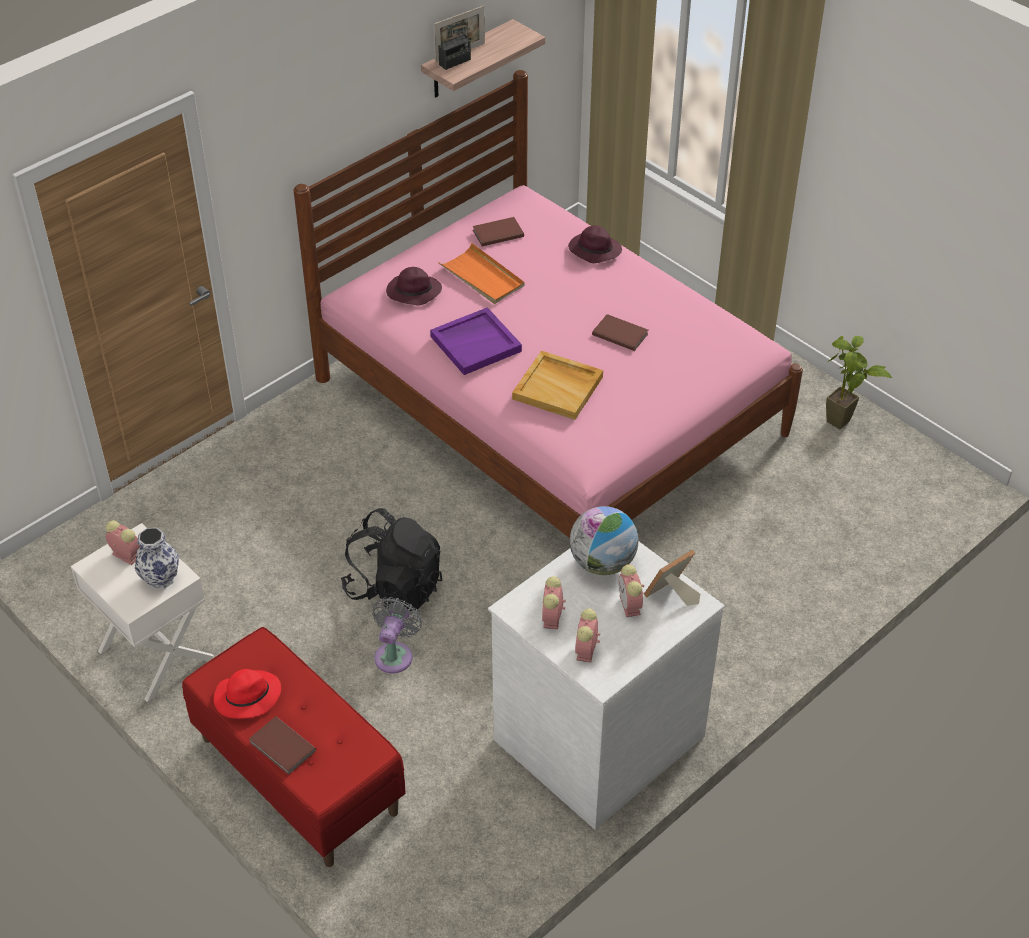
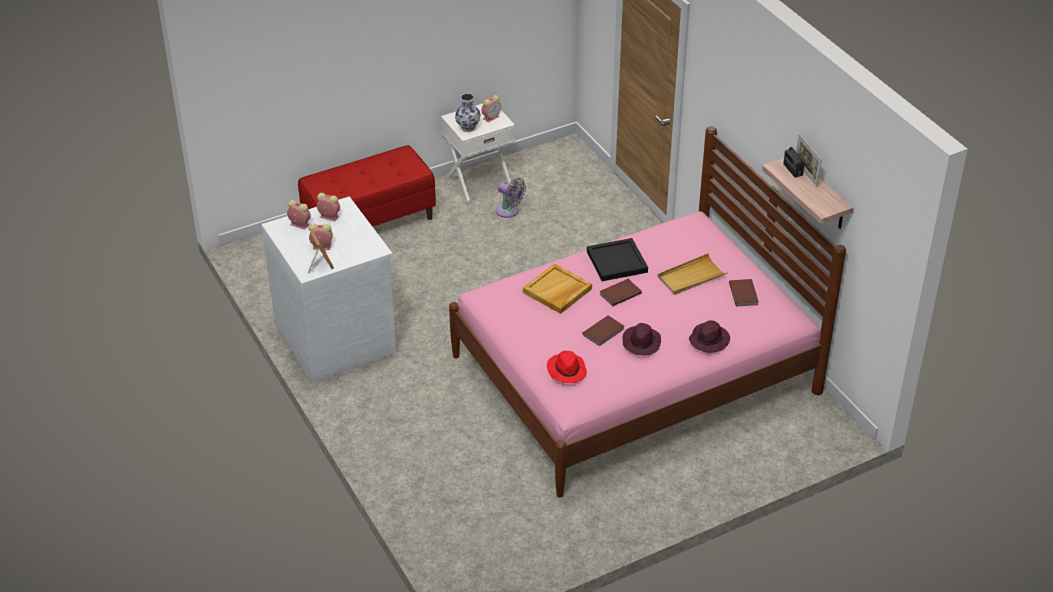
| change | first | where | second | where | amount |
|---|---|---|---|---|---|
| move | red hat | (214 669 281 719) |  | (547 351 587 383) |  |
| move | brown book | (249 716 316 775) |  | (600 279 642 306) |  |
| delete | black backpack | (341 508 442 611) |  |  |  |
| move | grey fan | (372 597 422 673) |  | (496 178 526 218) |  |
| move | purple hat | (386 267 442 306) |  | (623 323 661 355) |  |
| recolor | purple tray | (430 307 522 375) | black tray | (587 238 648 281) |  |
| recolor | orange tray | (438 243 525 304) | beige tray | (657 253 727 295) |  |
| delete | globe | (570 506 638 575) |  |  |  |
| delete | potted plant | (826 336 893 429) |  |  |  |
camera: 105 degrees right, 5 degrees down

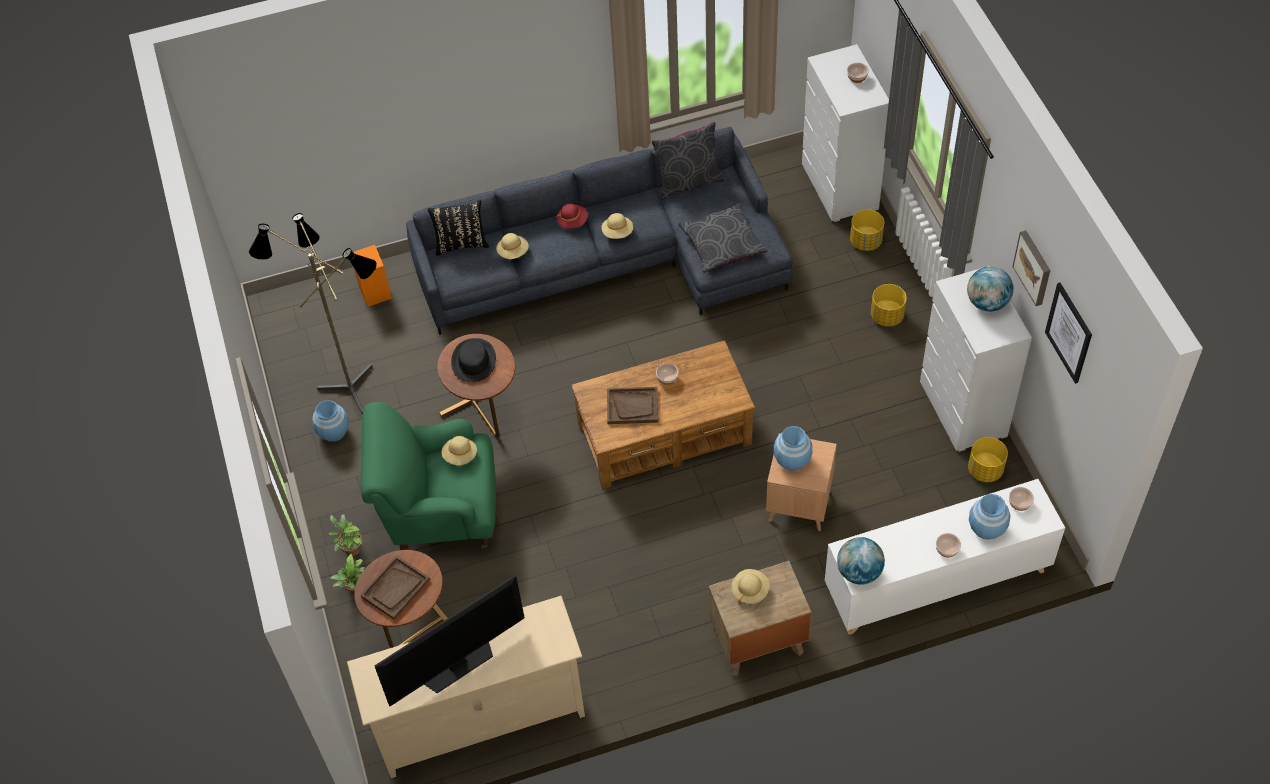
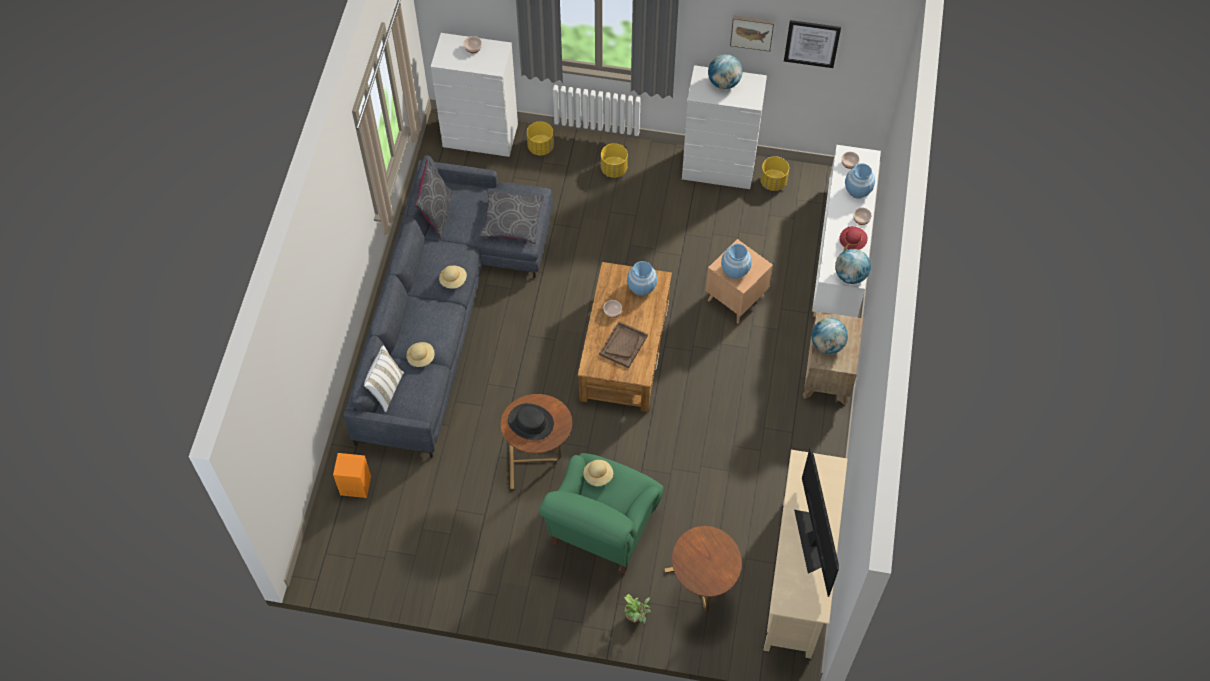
| change | first | where | second | where | amount |
|---|---|---|---|---|---|
| delete | floor lamp | (249 213 377 414) |  |  |  |
| move | blue vase | (312 400 349 442) |  | (627 261 657 296) |  |
| delete | potted plant | (329 514 362 556) |  |  |  |
| delete | brown tray | (361 555 430 620) |  |  |  |
| recolor | black pillow | (427 200 489 256) | white pillow | (364 345 404 412) |  |
| move | red hat | (557 204 588 229) |  | (839 226 868 251) |  |
| replace | beige hat | (731 569 769 605) | globe | (812 318 848 354) |  |
camera: 65 degrees left, 5 degrees up

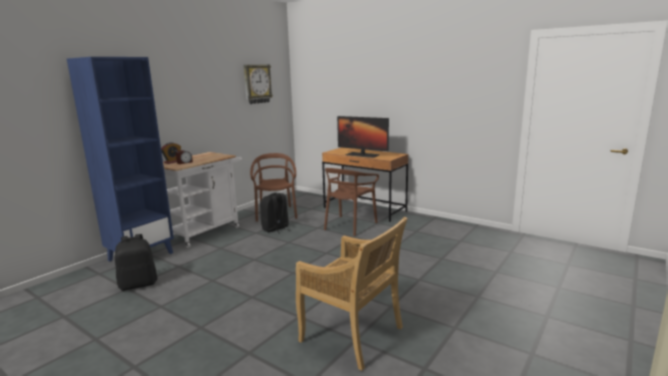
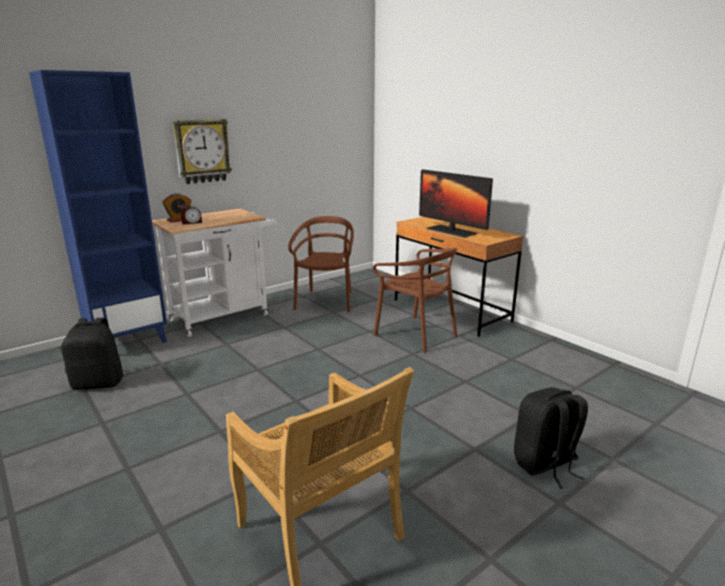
| change | first | where | second | where | amount |
|---|---|---|---|---|---|
| move | wall clock | (244 64 273 104) |  | (172 119 232 184) |  |
| move | black backpack | (260 193 289 234) |  | (514 387 588 489) |  |
| rotate | brown chair | (324 168 379 236) |  | (373 248 457 353) | 90 degrees counterclockwise |
camera: 15 degrees right, 5 degrees up

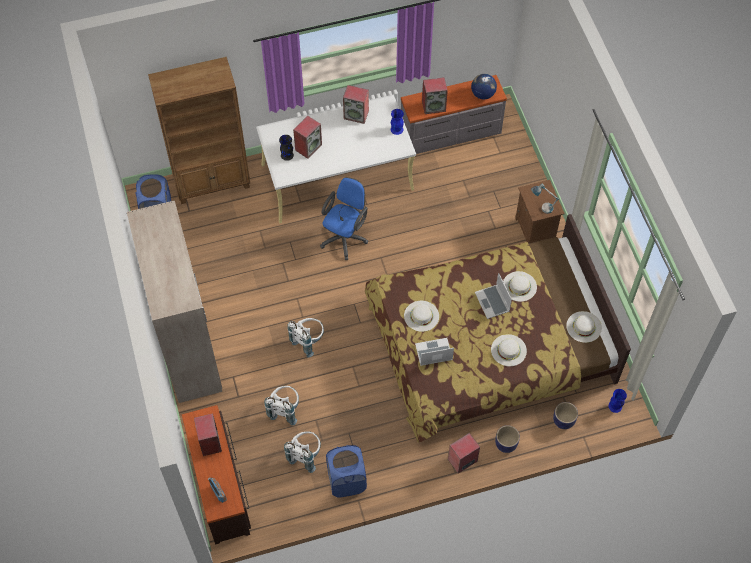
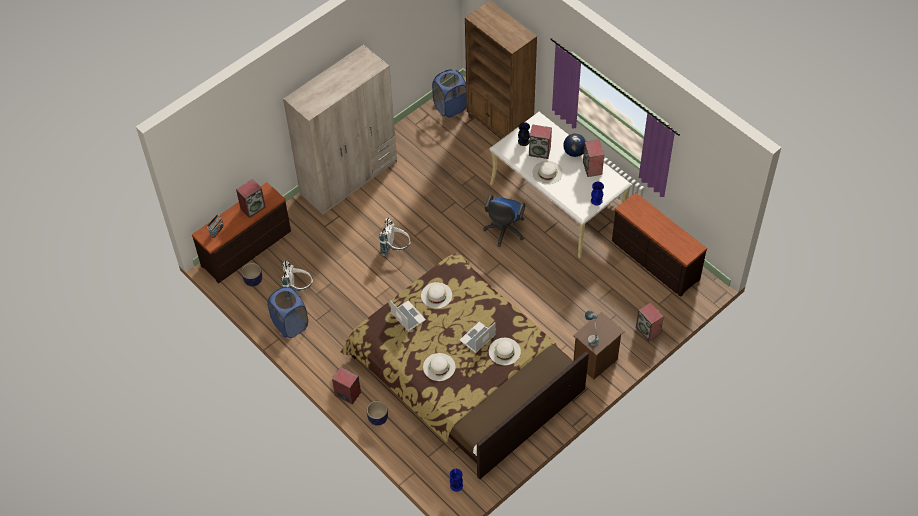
| change | first | where | second | where | amount |
|---|---|---|---|---|---|
| delete | white backpack | (265 386 299 426) |  |  |  |
| rotate | blue office chair | (320 177 368 260) |  | (483 195 525 247) | 105 degrees clockwise |
| recolor | grey dresser | (401 75 507 154) | brown dresser | (612 192 707 297) |  |
| move | speaker | (422 77 448 114) |  | (636 302 664 341) |  |
| move | globe | (471 74 497 99) |  | (563 133 586 157) |  |
| move | planter | (553 402 578 429) |  | (241 263 262 286) |  |
| move | white hat | (566 311 602 343) |  | (533 161 563 185) |  |
camera: 65 degrees right, 5 degrees down

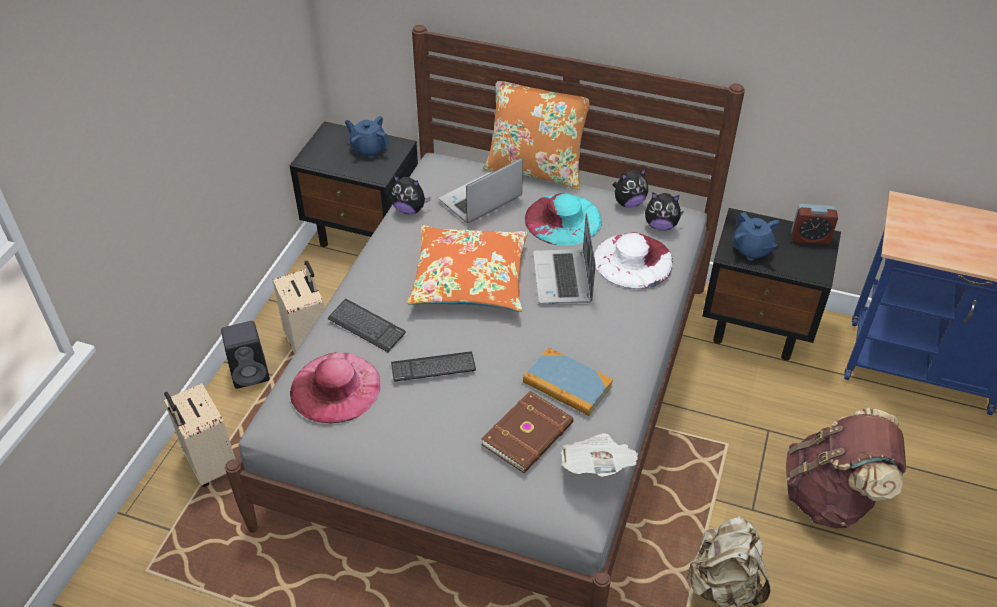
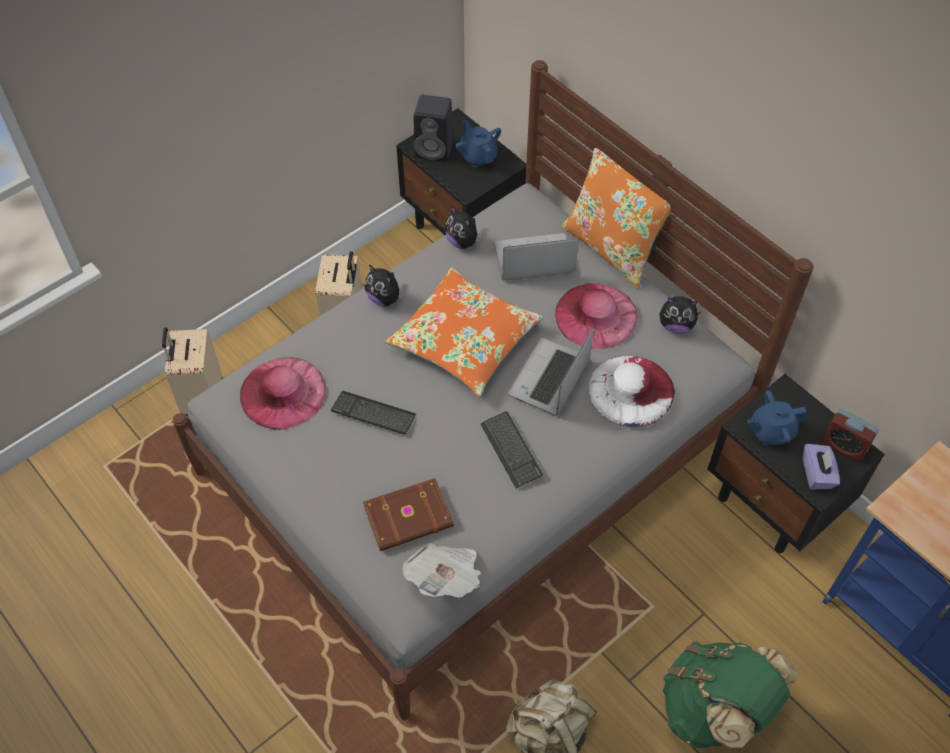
| change | first | where | second | where | amount |
|---|---|---|---|---|---|
| move | black speaker | (221 321 270 389) |  | (414 95 454 162) |  |
| move | keyboard | (327 299 406 352) |  | (481 411 543 489) |  |
| delete | book | (523 347 613 416) |  |  |  |
| recolor | turquoise hat | (525 193 602 246) | pink hat | (555 283 637 349) |  |
| move | plush toy | (645 192 684 231) |  | (365 264 406 307) |  |
| rotate | blue teapot | (733 212 780 261) |  | (747 390 807 445) | 75 degrees clockwise |
| recolor | brown backpack | (786 408 906 528) | green backpack | (663 641 799 748) |  |
| insert |  |  | purple tissue box | (803 444 840 490) |  |
camera: 30 degrees right, 10 degrees up

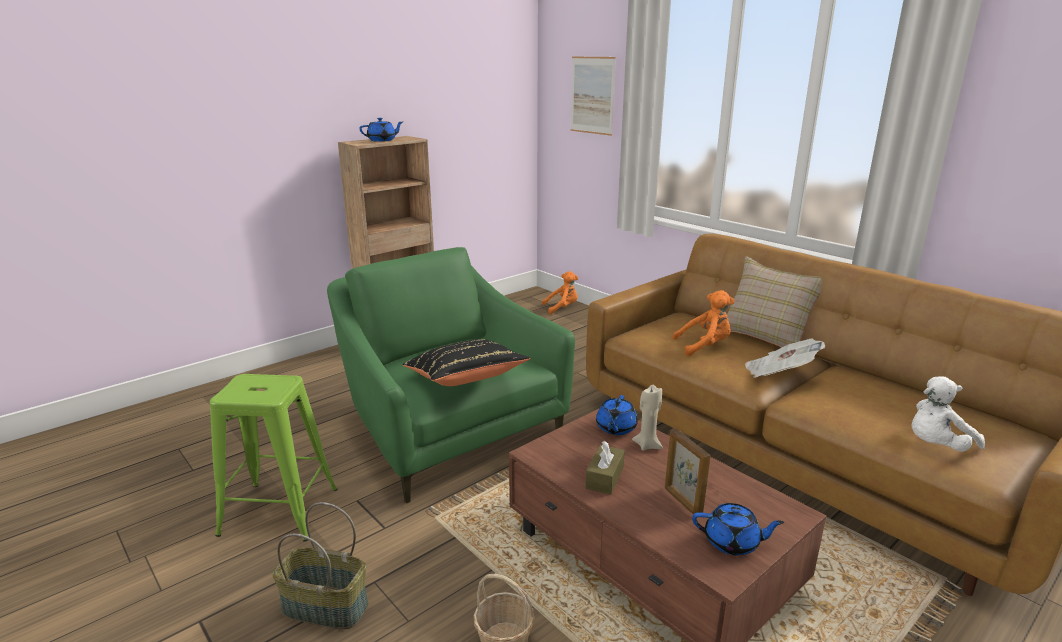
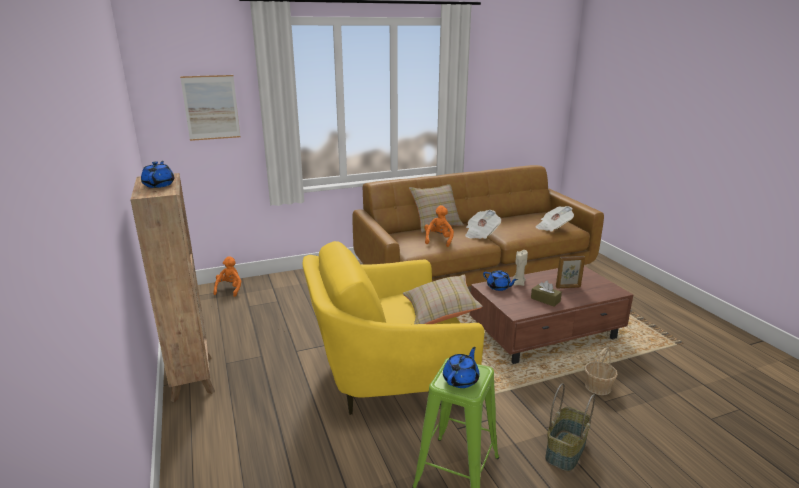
| change | first | where | second | where | amount |
|---|---|---|---|---|---|
| recolor | green armchair | (327 247 575 503) | yellow armchair | (302 241 485 415) |  |
| recolor | black pillow | (402 339 530 386) | beige pillow | (403 274 483 324) |  |
| move | blue teapot | (692 503 784 555) |  | (443 347 479 388) |  |
| replace | white plush toy | (912 376 985 452) | newspaper | (535 206 574 231) |  |
camera: 70 degrees left, 0 degrees up

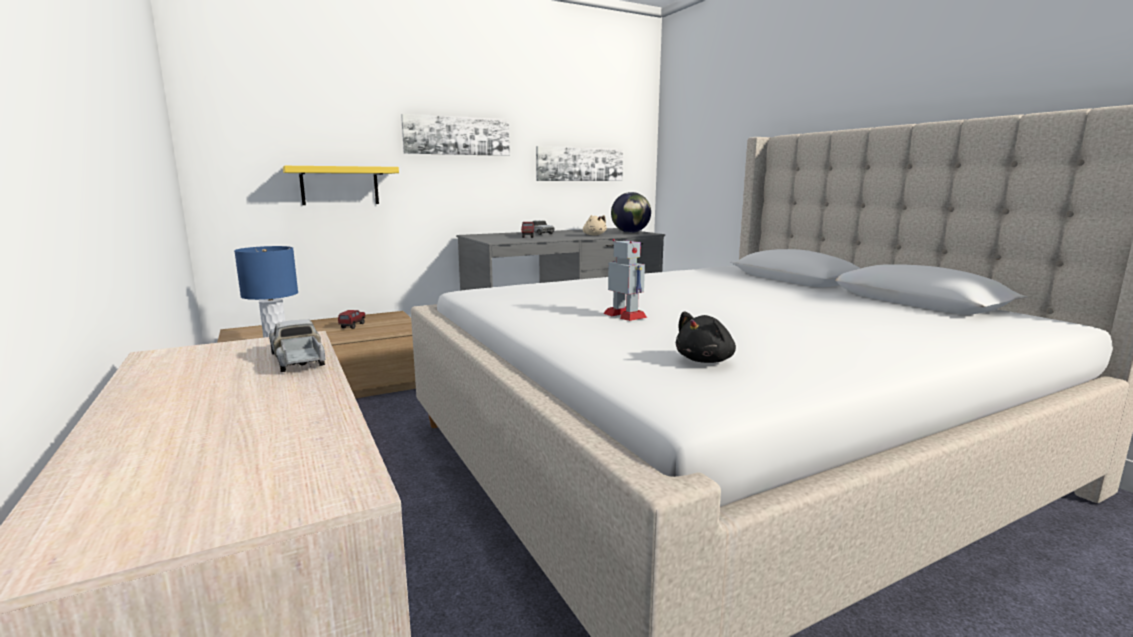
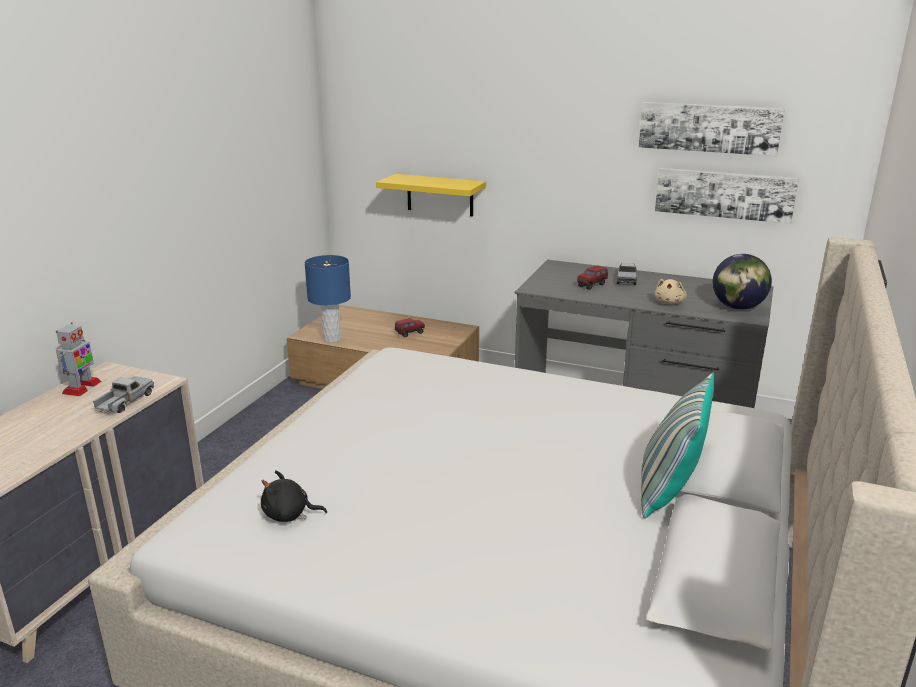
| change | first | where | second | where | amount |
|---|---|---|---|---|---|
| move | picture | (401 114 510 156) |  | (639 102 785 156) |  |
| move | toy robot | (603 239 647 321) |  | (56 322 102 396) |  |
| insert |  |  | pillow | (641 372 714 518) |  |
camera: 50 degrees right, 10 degrees up

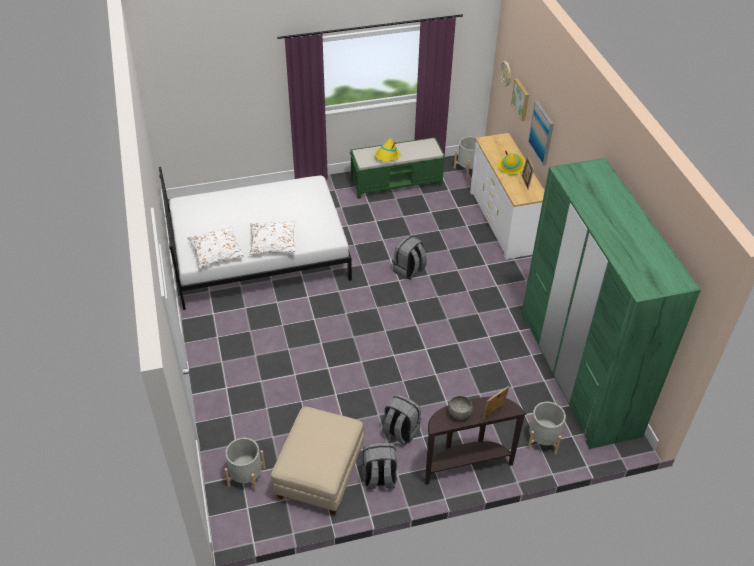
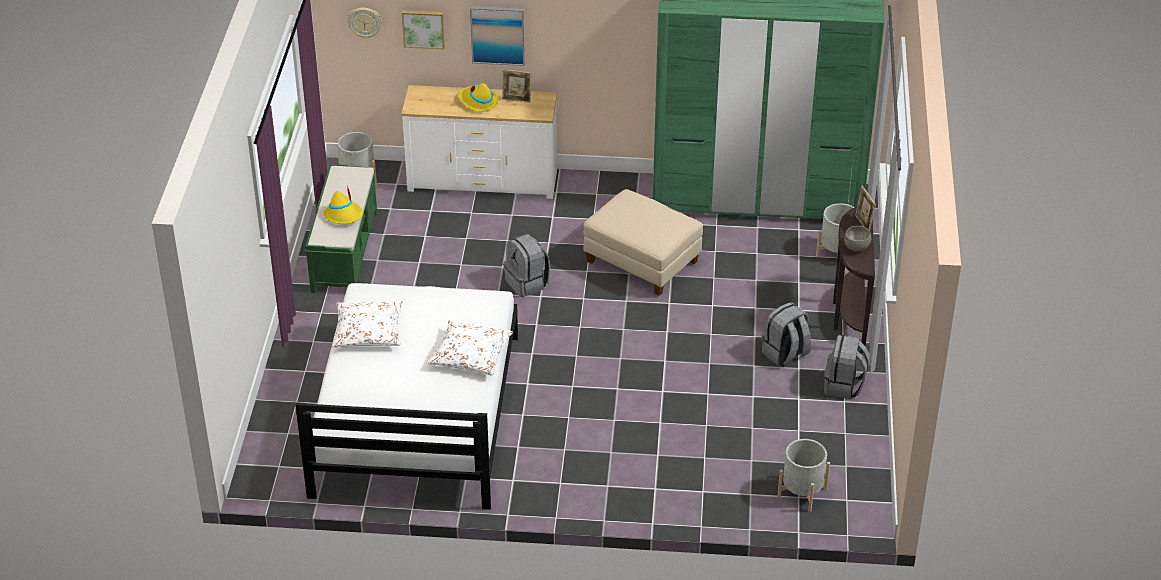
| change | first | where | second | where | amount |
|---|---|---|---|---|---|
| move | white pillow | (188 226 244 268) |  | (332 301 403 348) |  |
| move | beige ottoman | (271 406 364 514) |  | (583 189 703 296) |  |
camera: 70 degrees left, 5 degrees down

